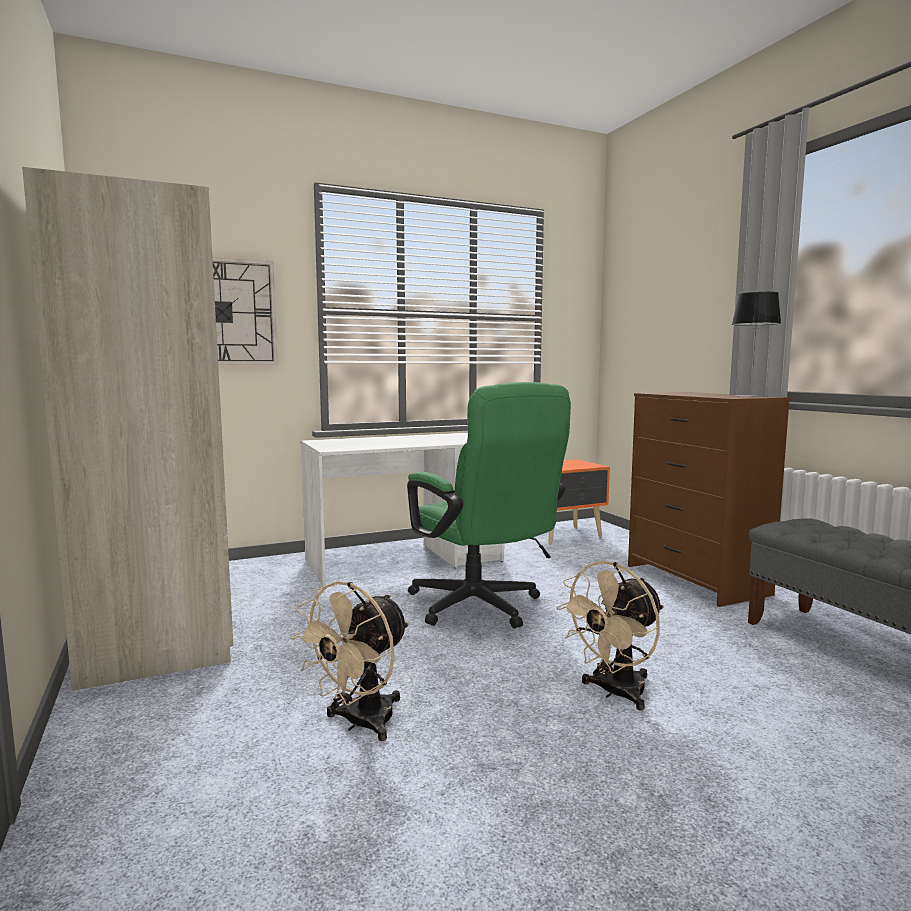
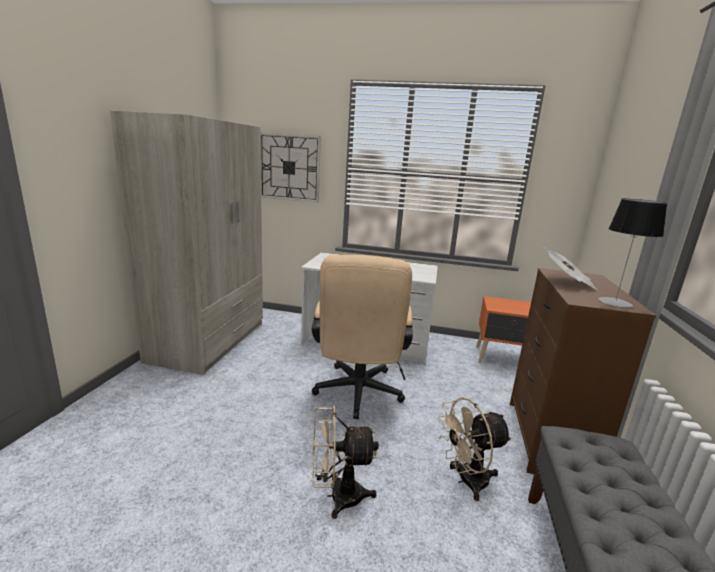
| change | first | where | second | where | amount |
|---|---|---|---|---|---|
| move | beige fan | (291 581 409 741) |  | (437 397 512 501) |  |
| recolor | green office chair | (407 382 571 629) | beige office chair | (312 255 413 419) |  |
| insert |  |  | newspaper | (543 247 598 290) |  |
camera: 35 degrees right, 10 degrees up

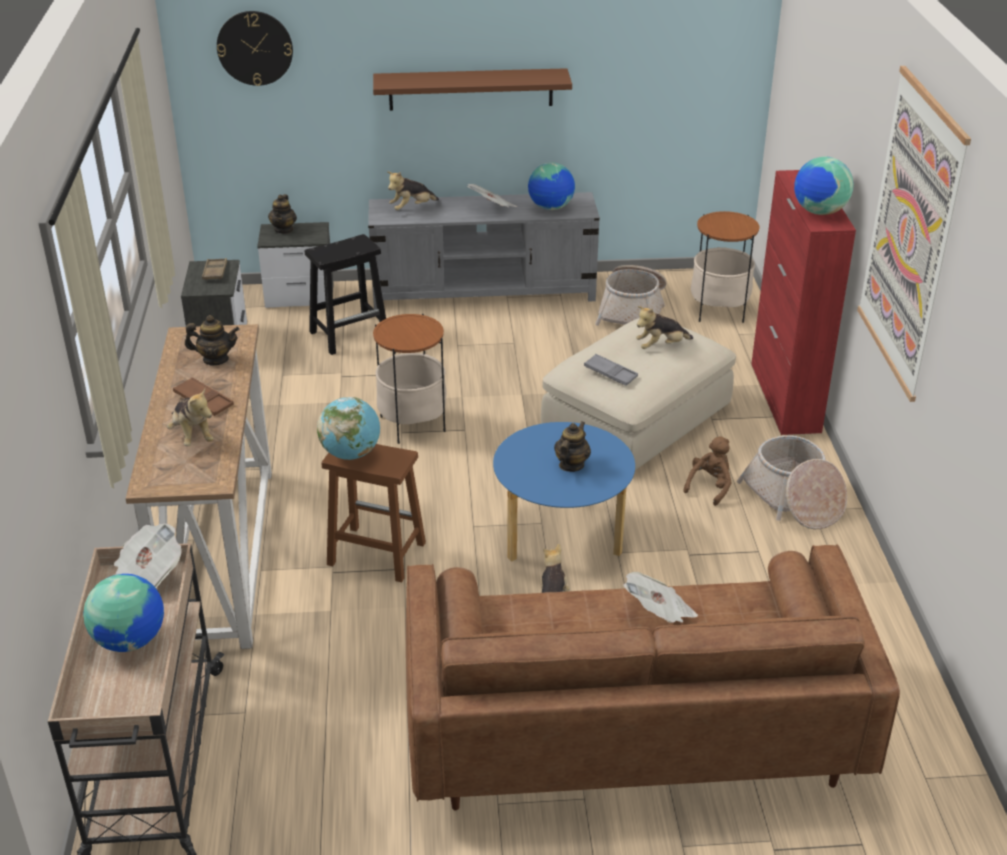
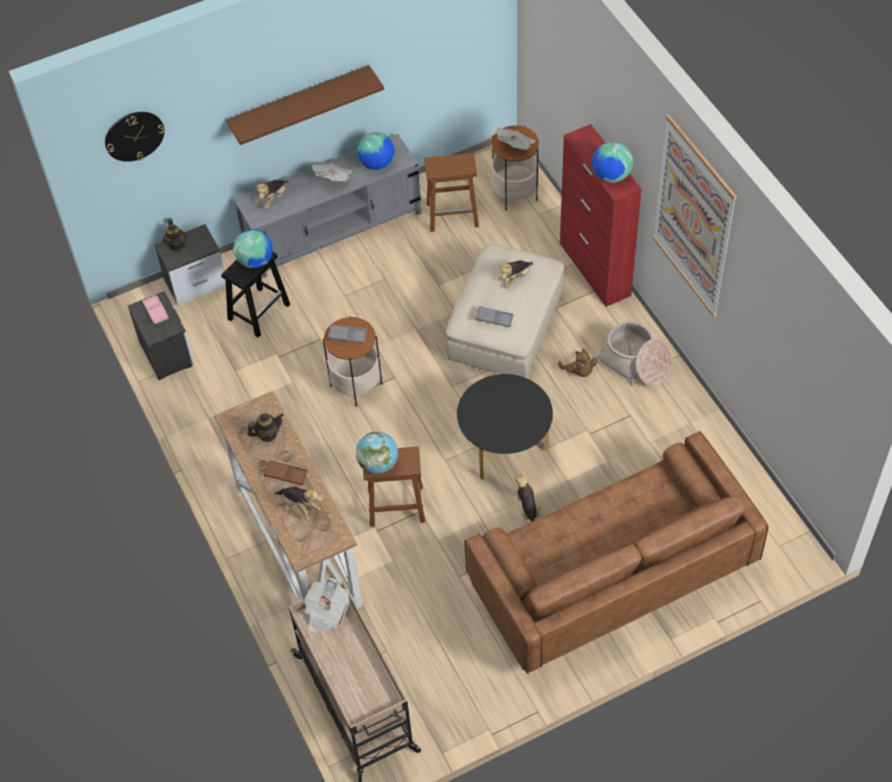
| change | first | where | second | where | amount |
|---|---|---|---|---|---|
| move | globe | (83 574 164 652) |  | (233 229 273 268) |  |
| recolor | brown tray | (202 258 227 281) | pink tray | (142 295 169 325) |  |
| recolor | blue coffee table | (493 422 635 562) | black coffee table | (457 374 553 480) |  |
| delete | teapot | (554 421 591 472) |  |  |  |
| replace | basket | (595 265 667 326) | brown stool | (424 153 479 232) |  |
| move | newspaper | (623 572 698 623) |  | (496 128 535 150) |  |
| rotate | brown plush toy | (683 436 731 506) |  | (558 349 597 377) | 135 degrees clockwise |
| insert |  |  | grey tray | (328 325 367 343) |  |
camera: 20 degrees left, 20 degrees up

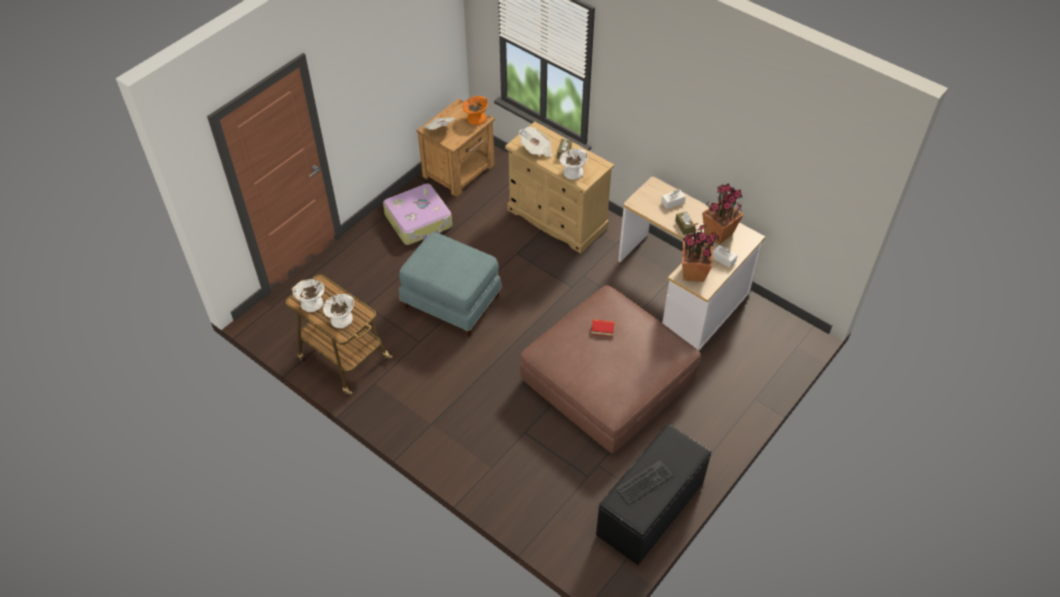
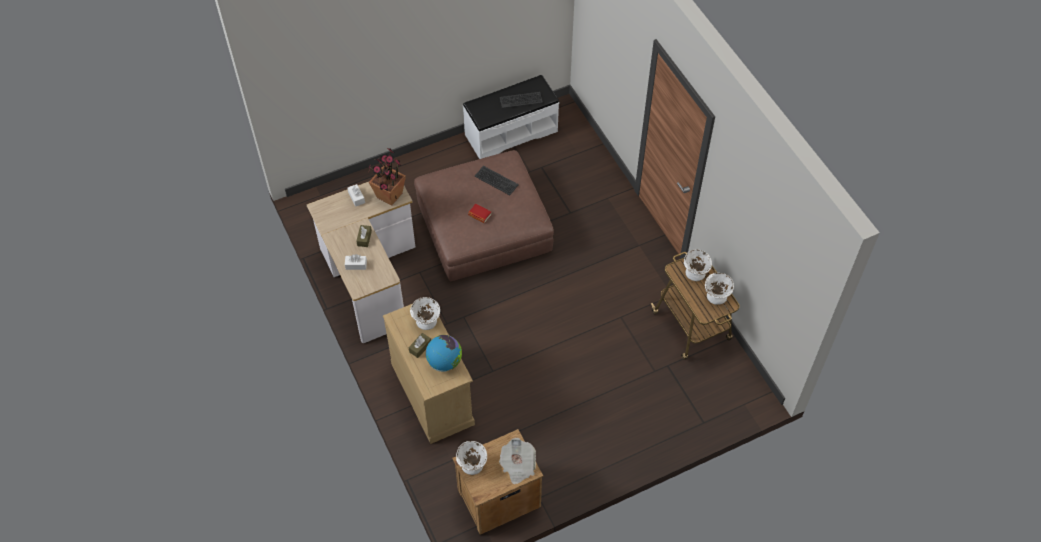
| change | first | where | second | where | amount |
|---|---|---|---|---|---|
| delete | suitcase | (383 183 452 245) |  |  |  |
| delete | blue ottoman | (399 232 502 338) |  |  |  |
| recolor | orange bowl | (462 96 488 125) | white bowl | (456 441 487 475) |  |
| replace | newspaper | (519 127 552 157) | globe | (426 335 462 372) |  |
| recolor | black bench | (596 424 711 565) | white bench | (463 75 559 159) |  |
| delete | potted plant | (702 183 744 244) |  |  |  |
| insert |  |  | keyboard | (474 166 519 195) |  |
camera: 155 degrees left, 5 degrees up

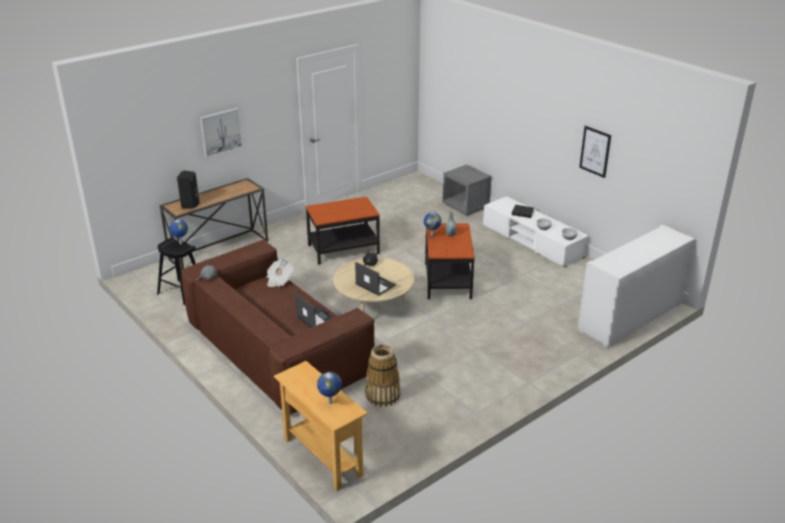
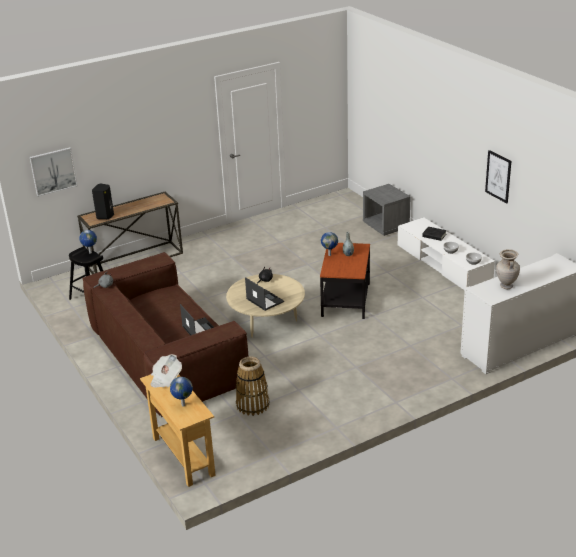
| change | first | where | second | where | amount |
|---|---|---|---|---|---|
| move | picture | (200 108 243 158) |  | (30 147 78 196) |  |
| move | newspaper | (266 259 294 287) |  | (150 354 182 387) |  |
| delete | side table | (306 197 380 265) |  |  |  |
| insert |  |  | beige vase | (496 249 520 289) |  |
camera: 10 degrees right, 0 degrees up

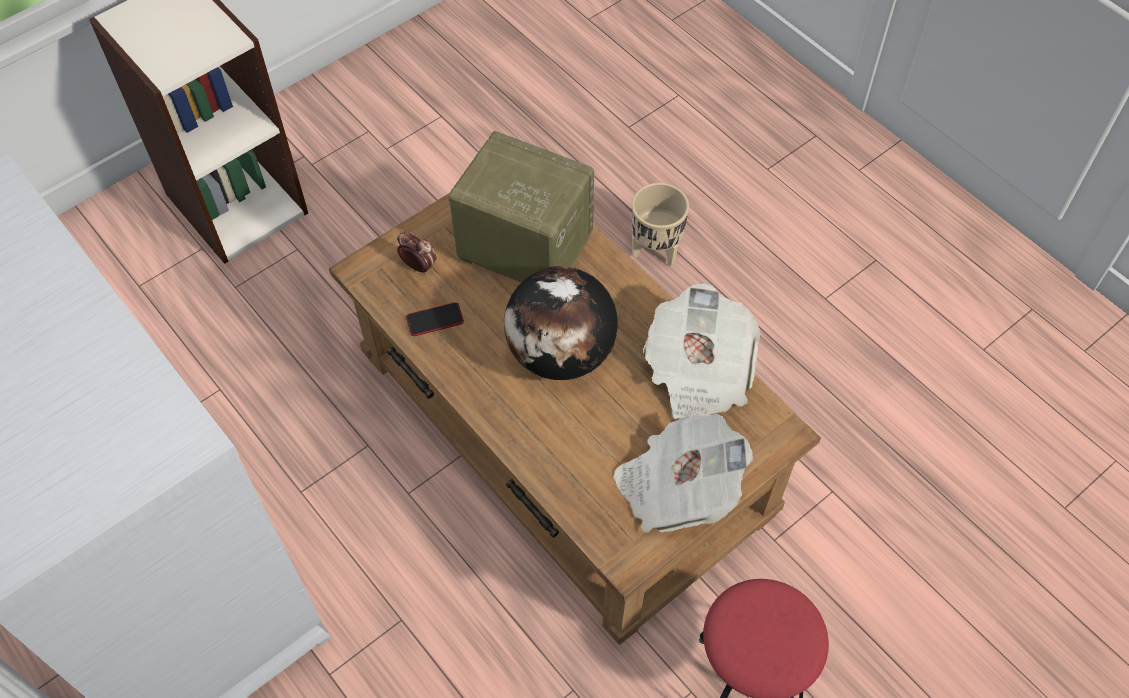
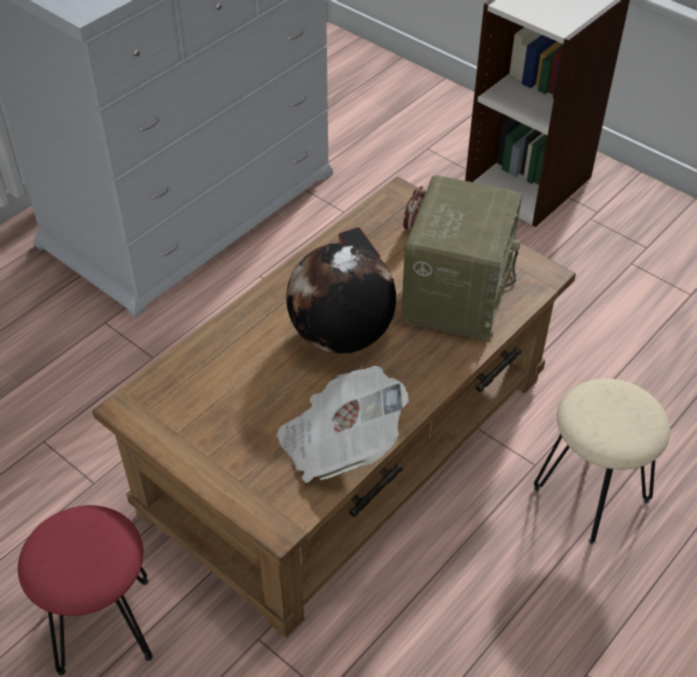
| change | first | where | second | where | amount |
|---|---|---|---|---|---|
| delete | newspaper | (613 414 753 533) |  |  |  |
| replace | beige planter | (632 183 689 267) | beige stool | (534 379 670 544) |  |
camera: 80 degrees right, 10 degrees down

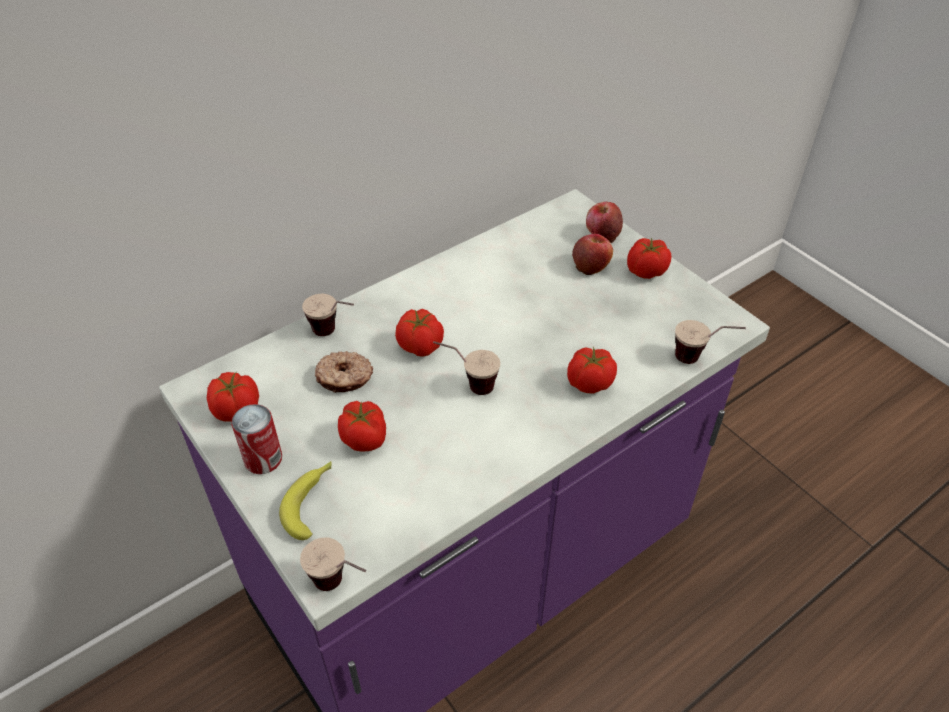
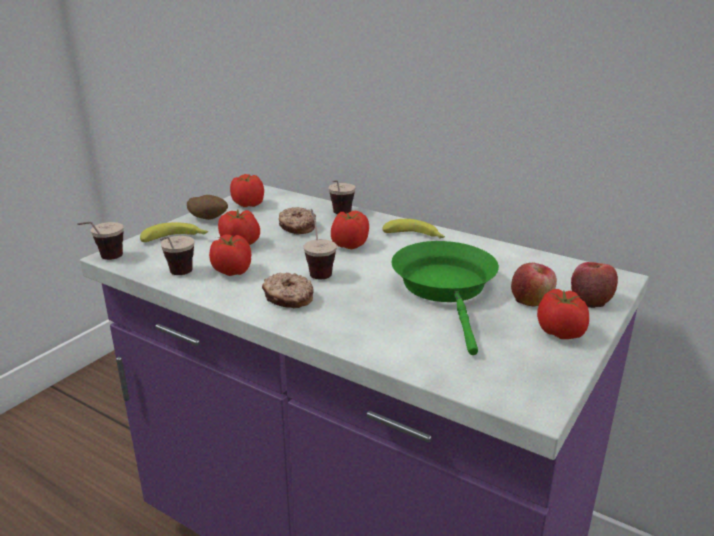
| change | first | where | second | where | amount |
|---|---|---|---|---|---|
| replace | can | (231 404 282 474) | potato | (187 195 228 220) |  |
| move | tomato | (567 347 617 394) |  | (209 234 251 276) |  |
| move | cup | (675 320 746 364) |  | (160 236 194 275) |  |
| insert |  |  | donut | (262 272 314 308) |  |
| insert |  |  | banana | (382 219 445 239) |  |
| insert |  |  | green frying pan | (392 241 499 355) |  |
camera: 70 degrees right, 20 degrees down

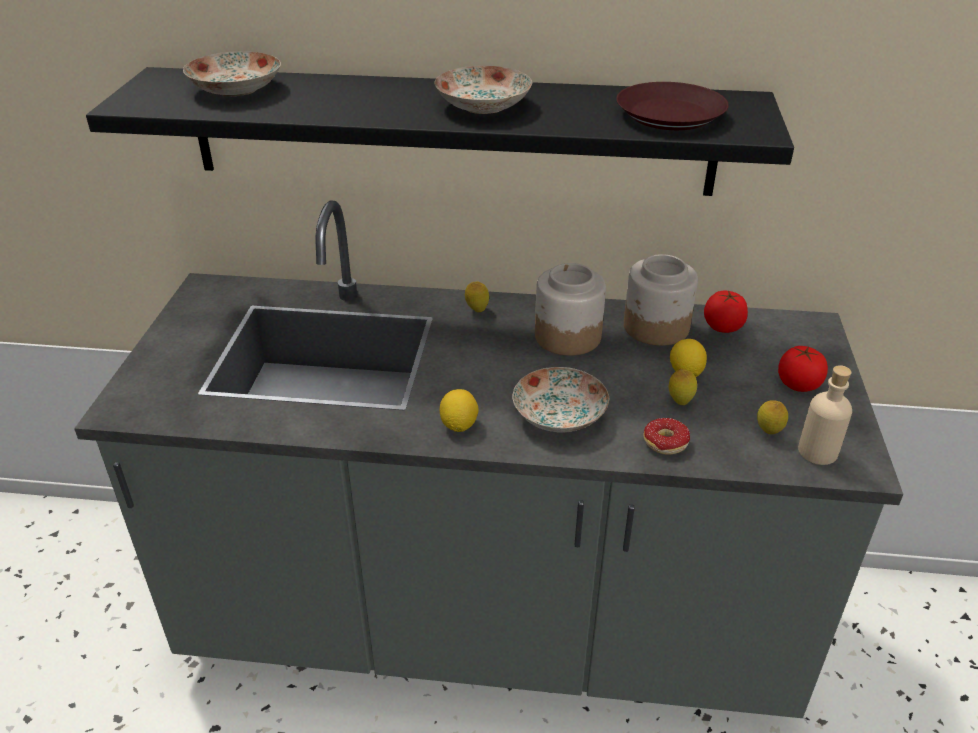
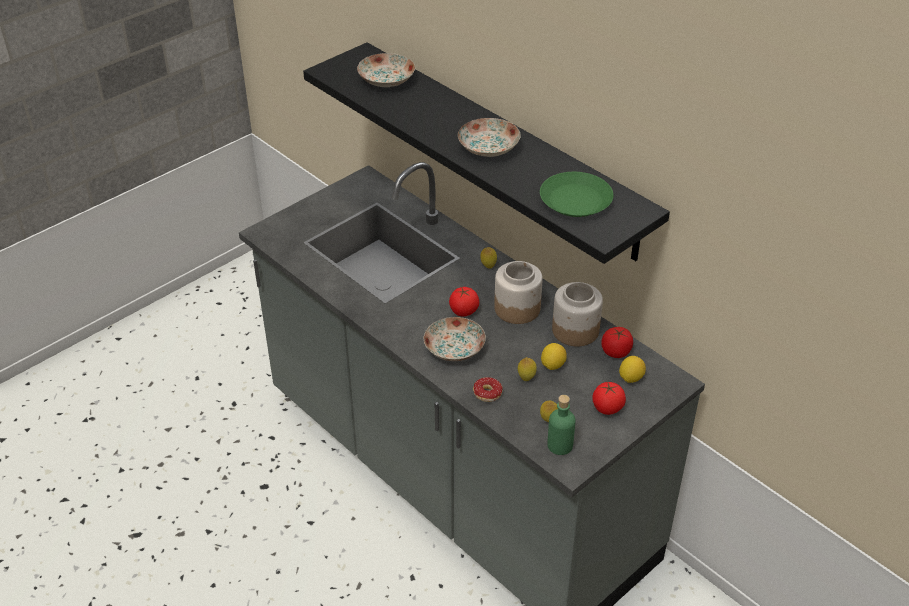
| change | first | where | second | where | amount |
|---|---|---|---|---|---|
| move | lemon | (440 389 478 432) |  | (619 356 646 383) |  |
| recolor | brown plate | (616 82 729 130) | green plate | (540 172 614 217) |  |
| recolor | beige bottle | (798 365 852 465) | green bottle | (547 395 575 455) |  |
| insert |  |  | tomato | (449 287 479 317) |  |
camera: 40 degrees right, 5 degrees up

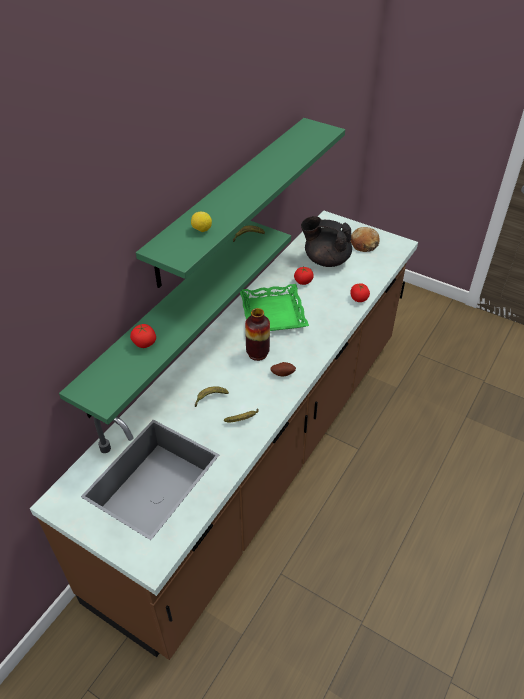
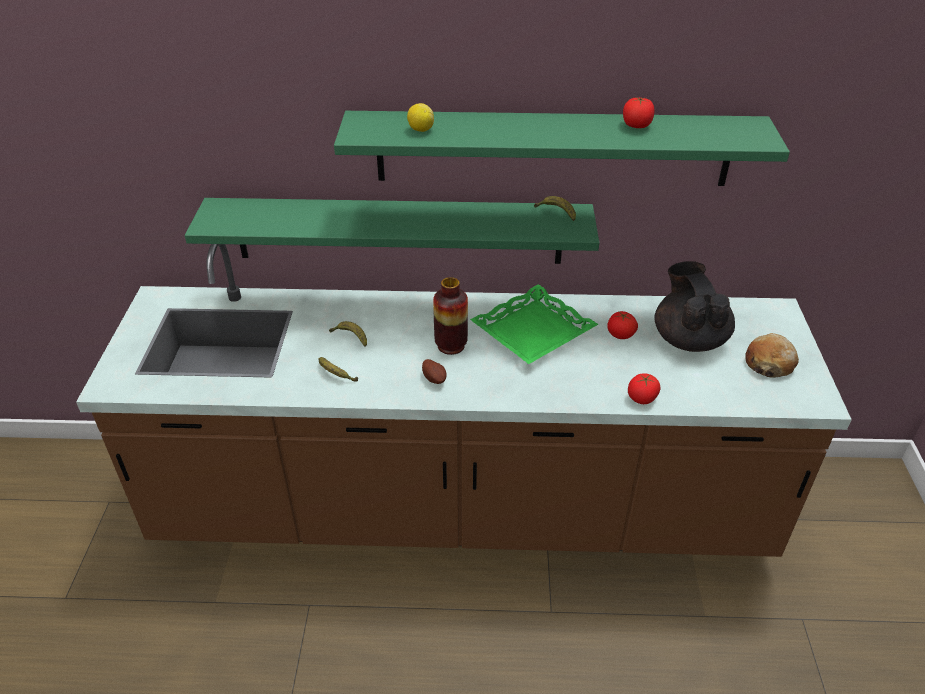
| change | first | where | second | where | amount |
|---|---|---|---|---|---|
| move | tomato | (130 324 156 348) |  | (623 97 654 128) |  |
camera: 60 degrees right, 5 degrees down

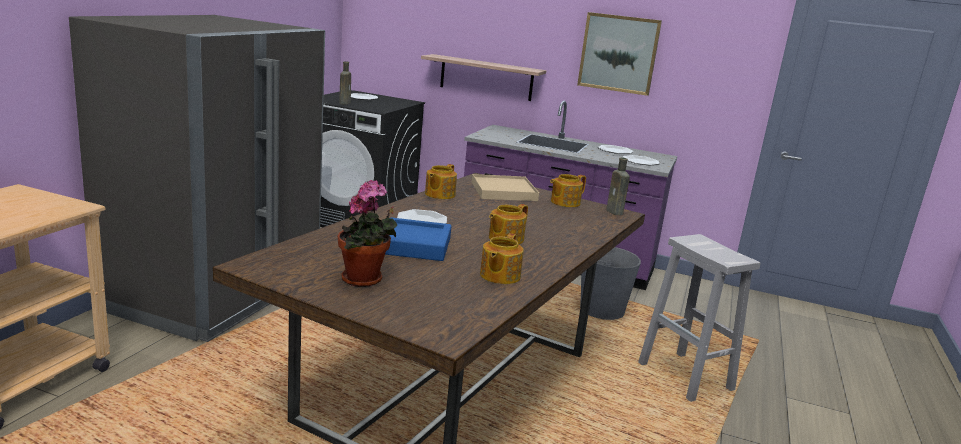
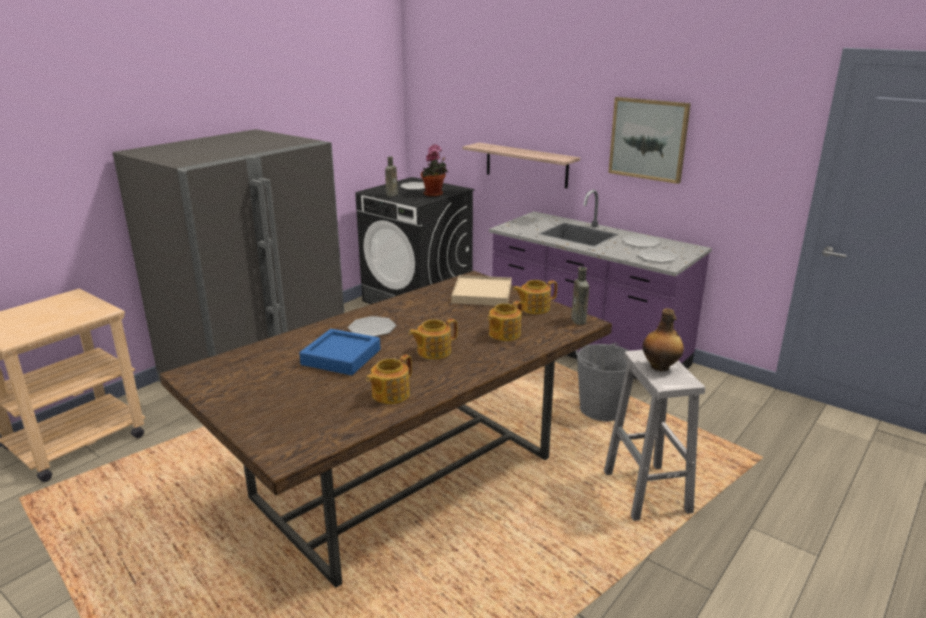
| change | first | where | second | where | amount |
|---|---|---|---|---|---|
| move | potted plant | (338 180 397 287) |  | (421 144 448 197) |  |
| move | teapot | (425 164 457 199) |  | (488 301 522 341) |  |
| insert |  |  | bottle | (642 308 684 371) |  |
camera: 20 degrees right, 5 degrees up

